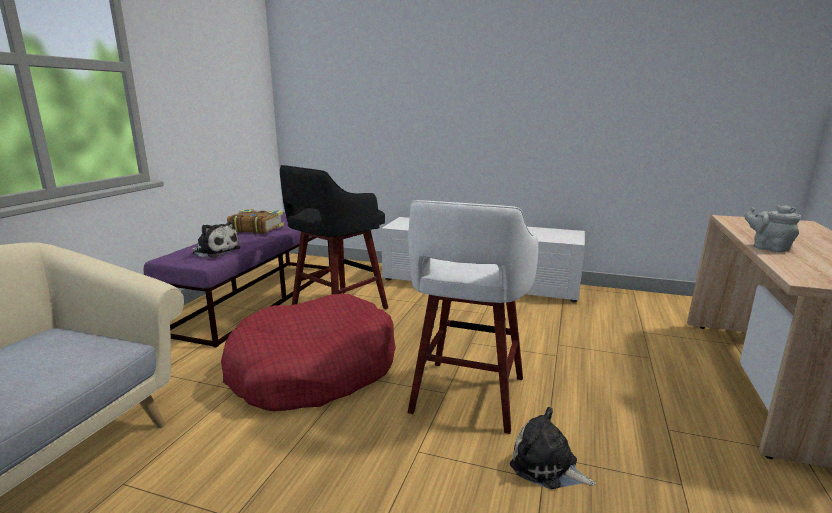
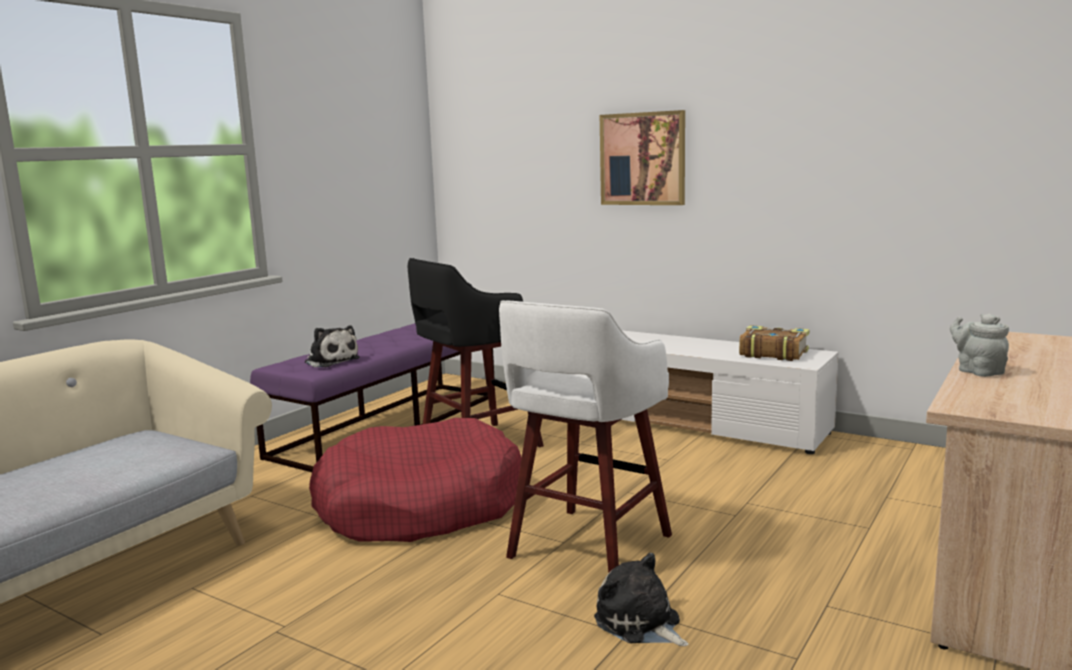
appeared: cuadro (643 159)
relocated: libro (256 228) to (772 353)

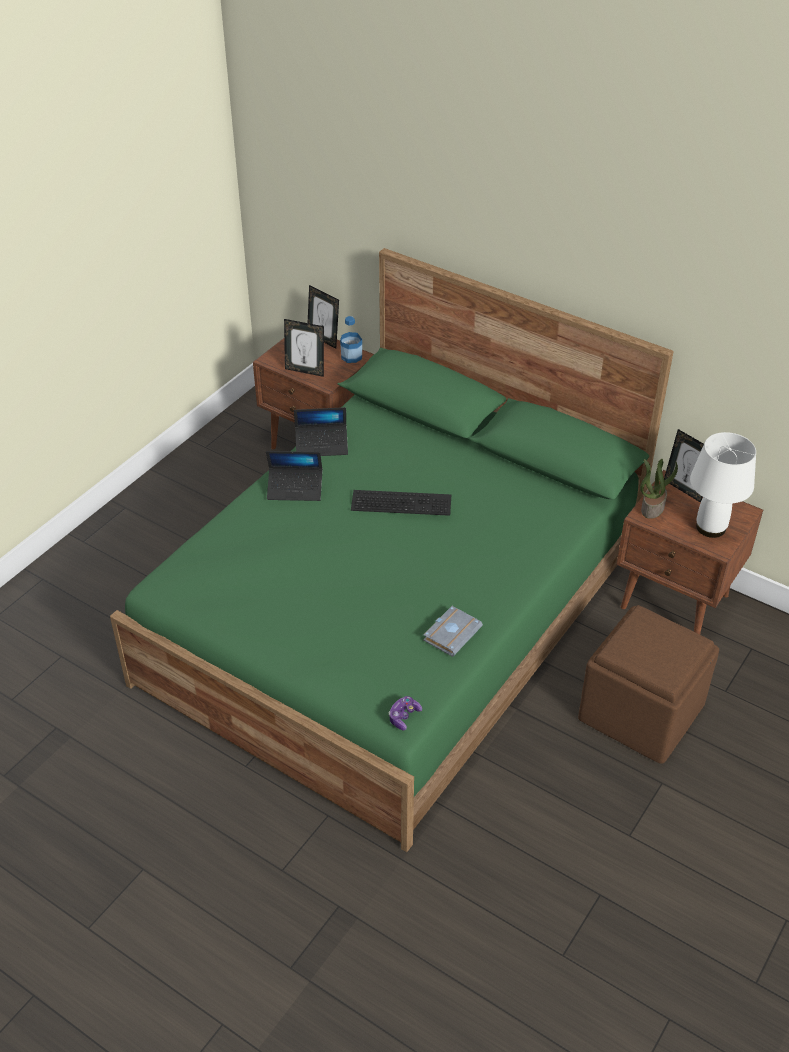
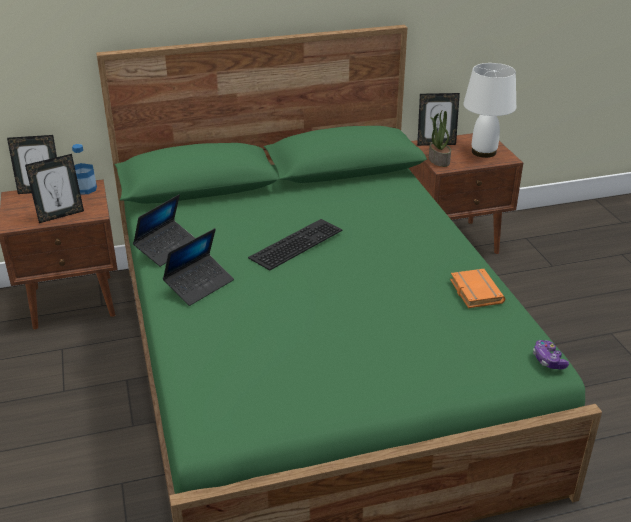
missing: puf [marrón] (642 711)
colour: libro [gris] (451 633) to libro [naranja] (474 291)

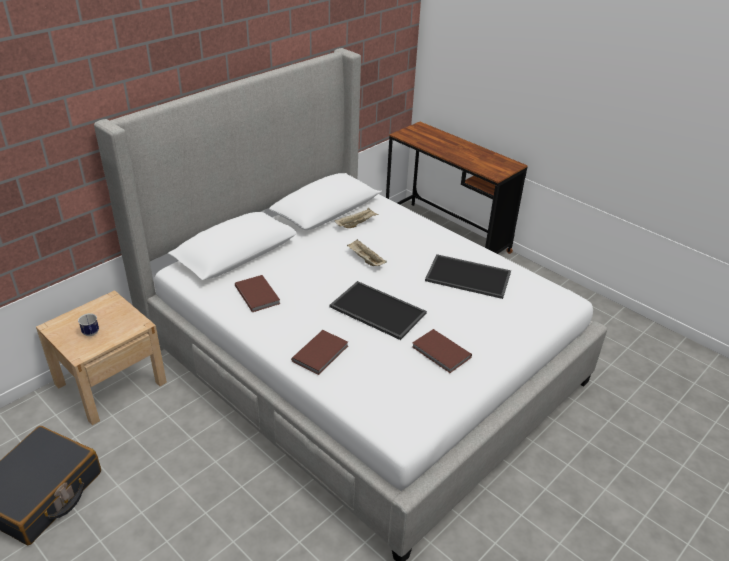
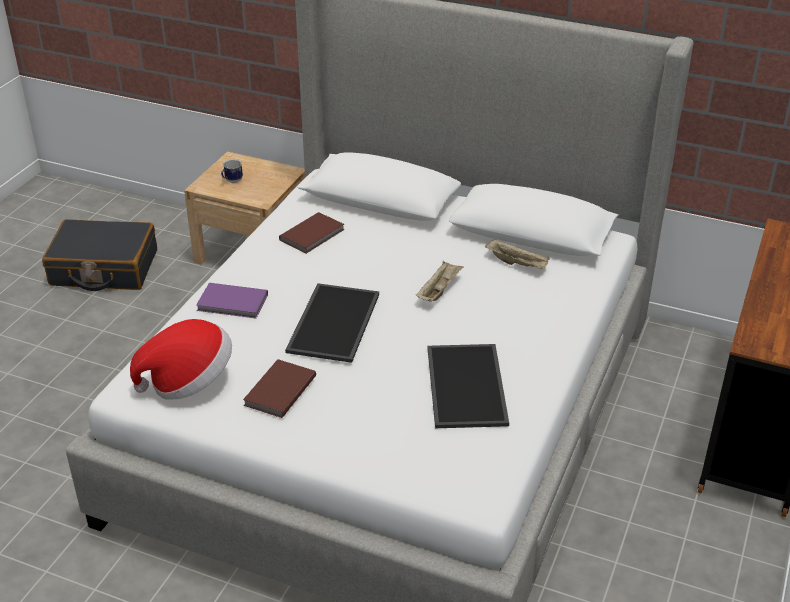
appeared: sombrero (189 381)
colour: libro [marrón] (321 353) to libro [morado] (233 303)

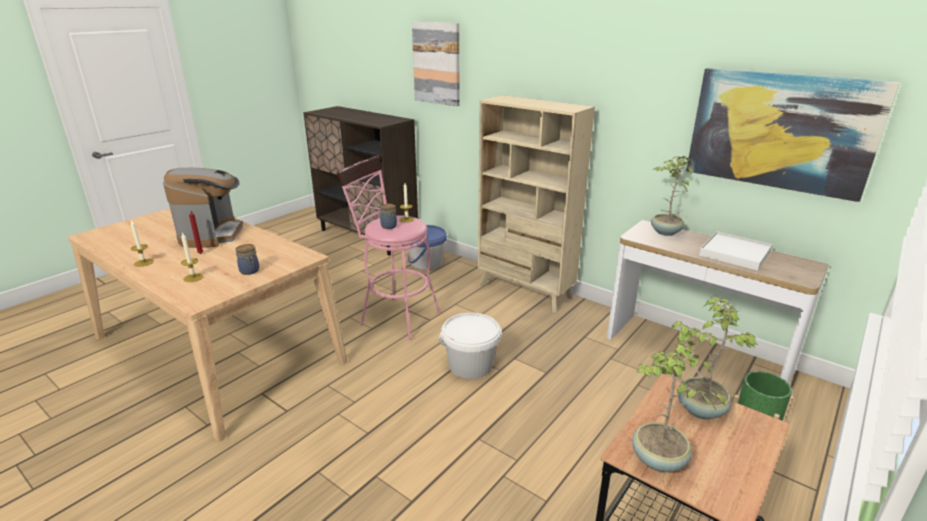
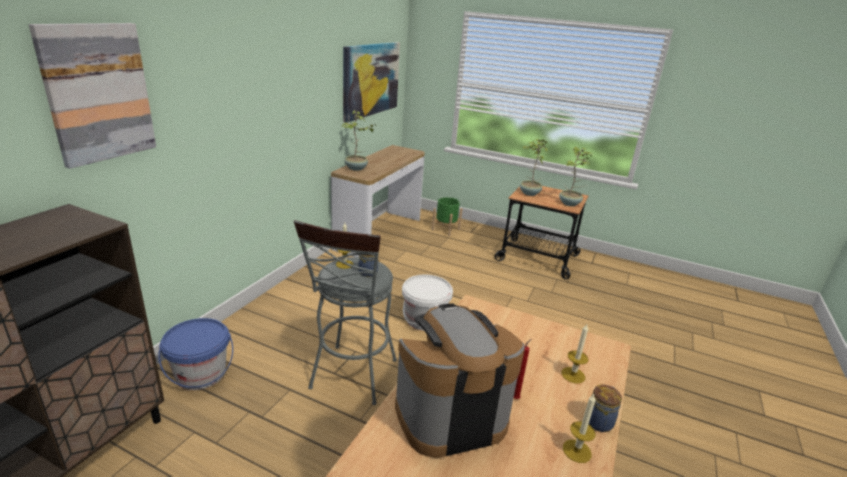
missing: estantería [beis] (525 291); bandeja [blanco] (735 253)
relocated: tarro (250 271) to (599 421)
colour: taburete [rosa] (395 316) to taburete [gris] (351 379)

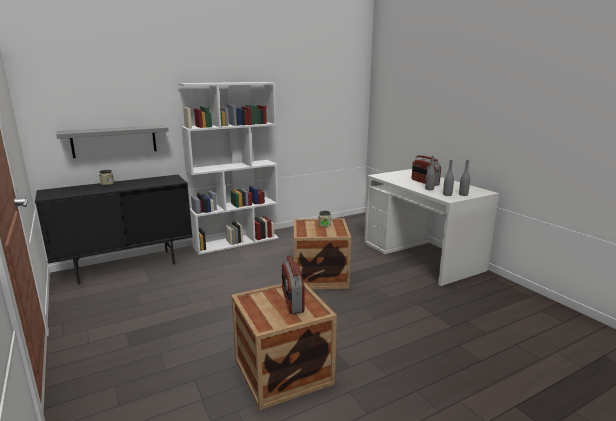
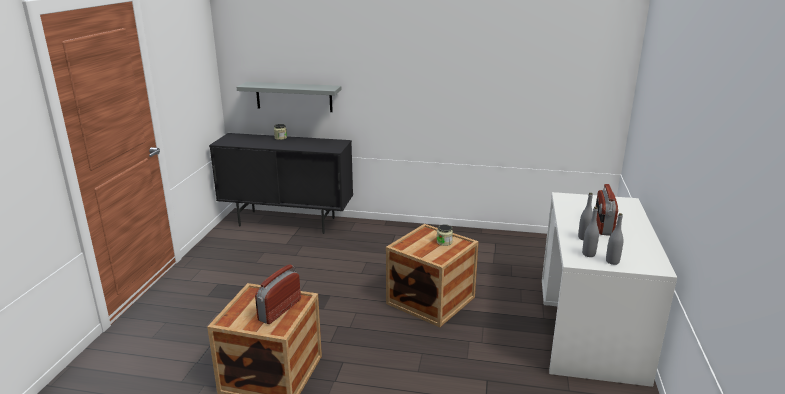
missing: estantería [blanco] (236 242)

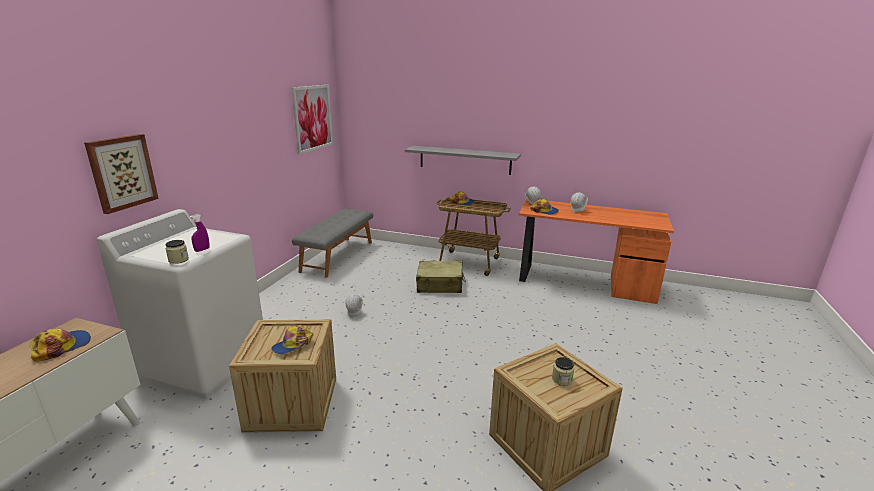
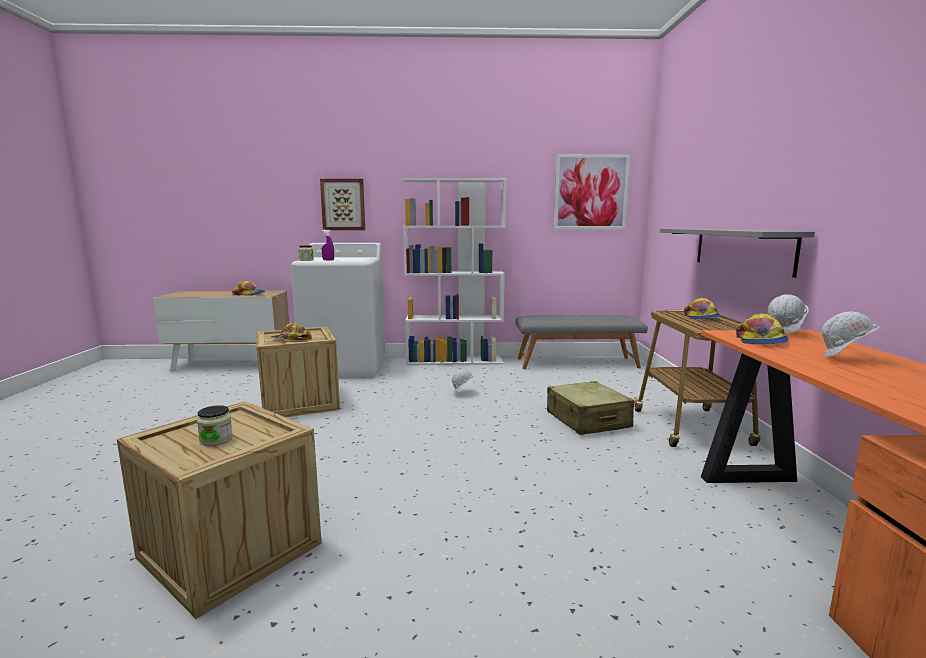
appeared: estantería [blanco] (455 361)

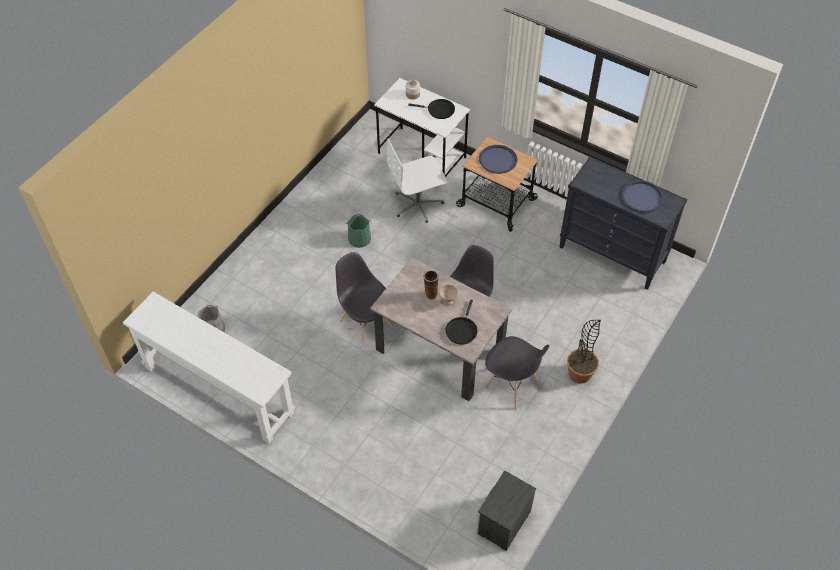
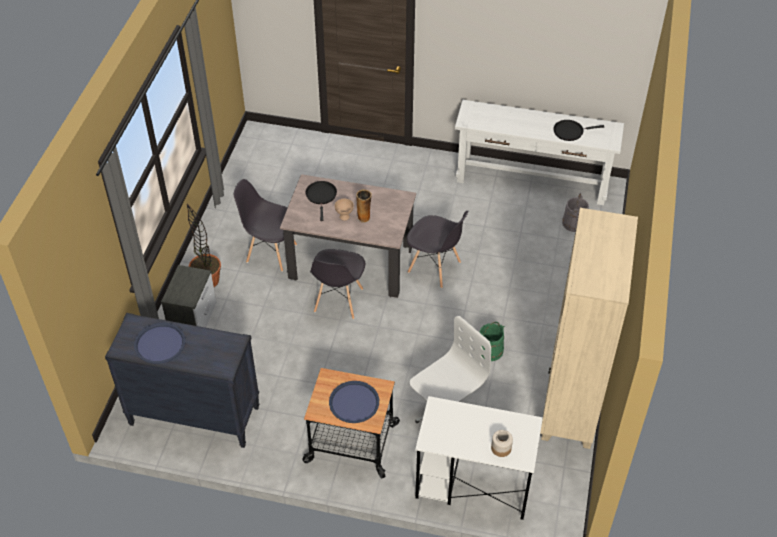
appeared: estantería [beis] (570 404)
relocated: sartén [negro] (439 110) to (570 131); mesita de noche (503 522) to (193 317)

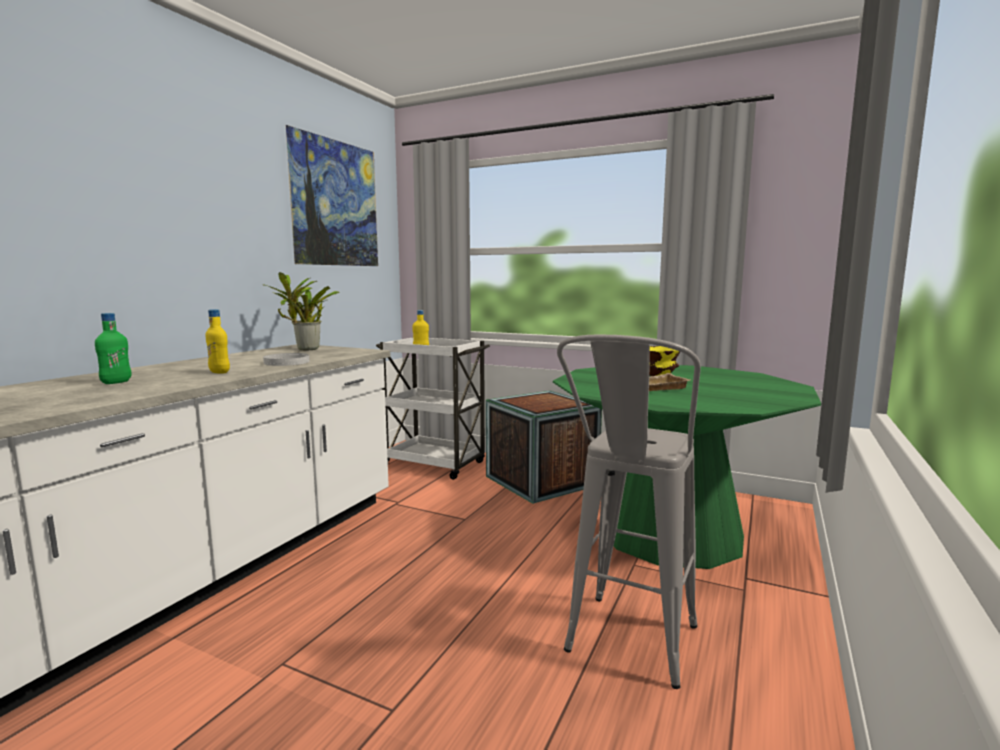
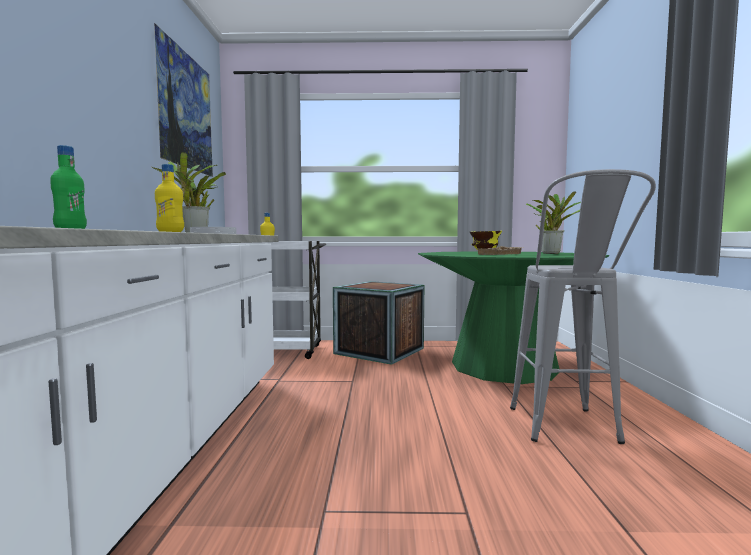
appeared: planta en maceta (551 253)

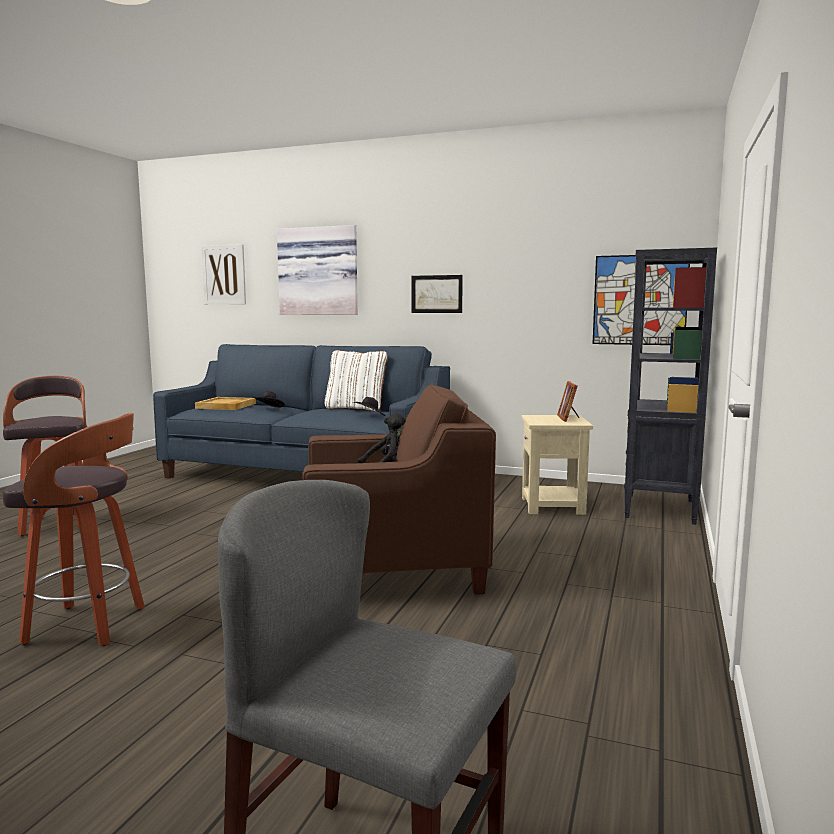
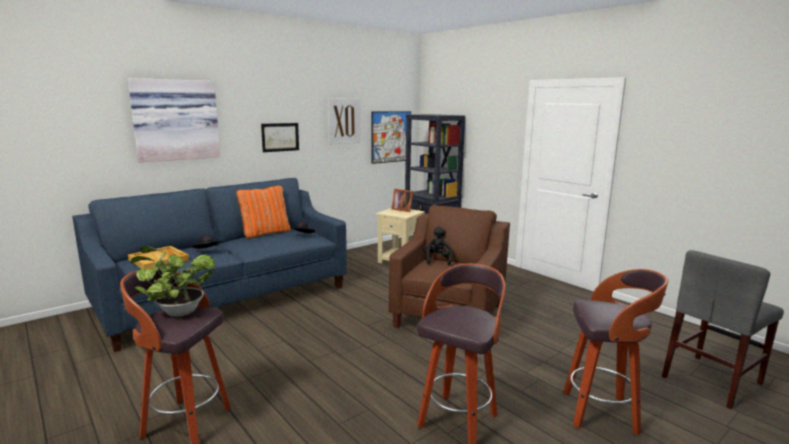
appeared: planta en maceta (177 312); taburete (601 413)
relocated: cuadro (224 275) to (343 121)
colour: cojín [blanco] (356 409) to cojín [naranja] (265 233)

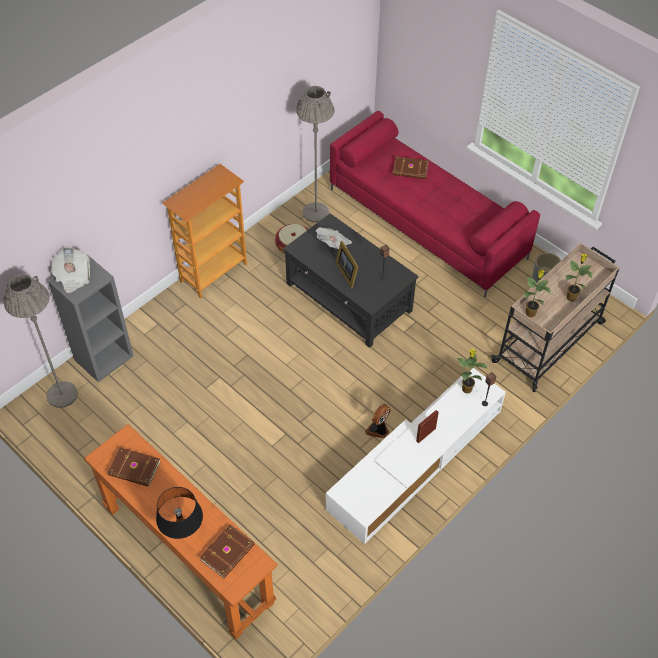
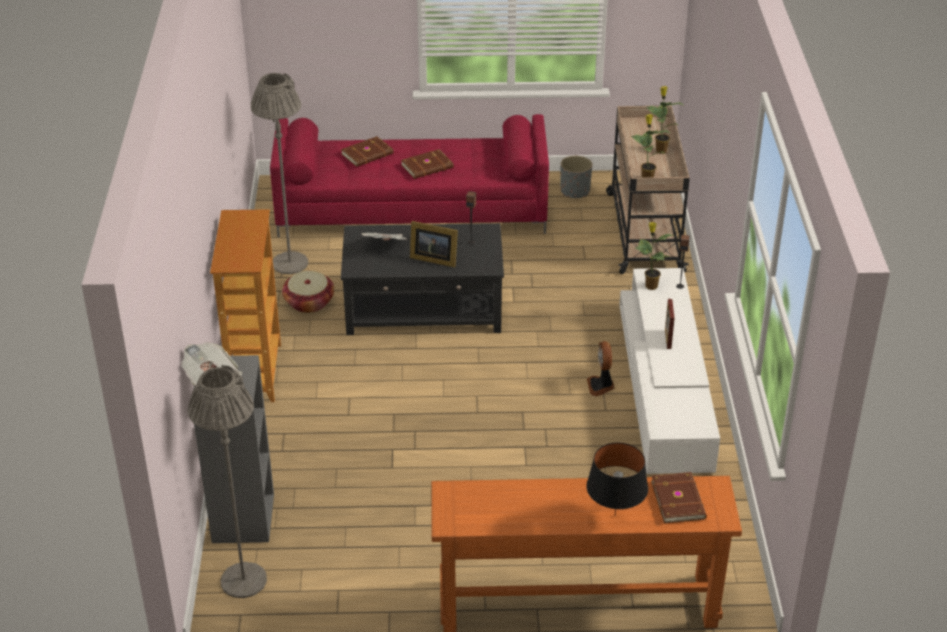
relocated: libro [marrón] (134 469) to (428 167)

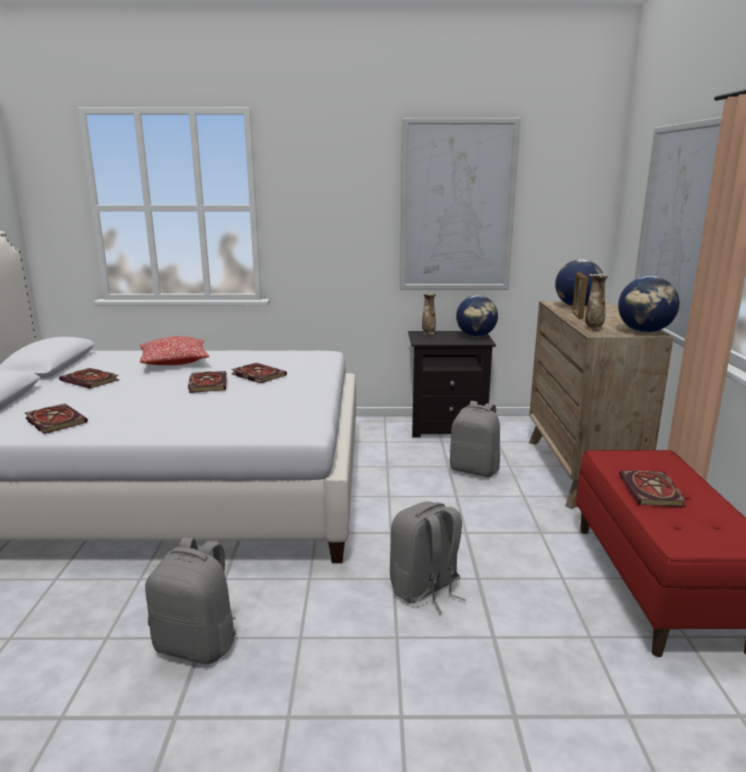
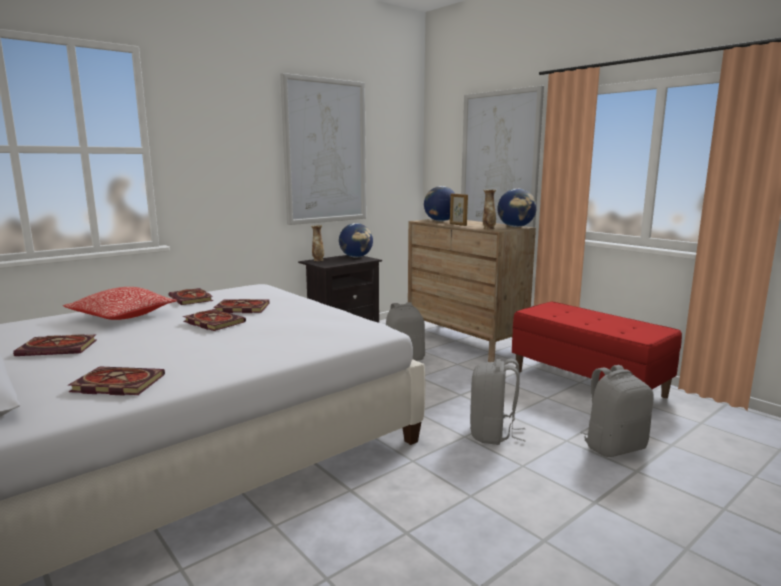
relocated: mochila [gris] (198 644) to (614 447); libro (653 492) to (192 299)

